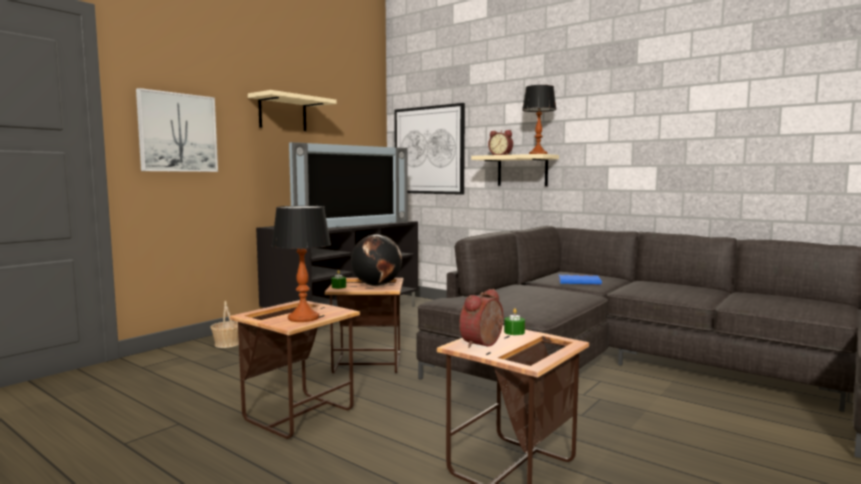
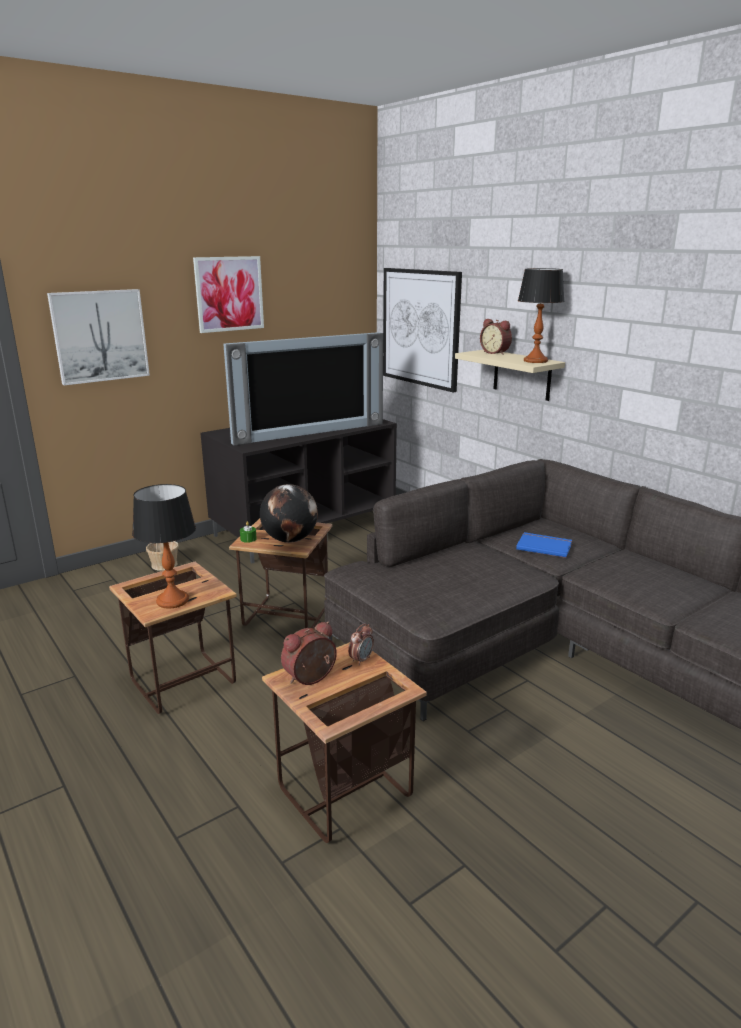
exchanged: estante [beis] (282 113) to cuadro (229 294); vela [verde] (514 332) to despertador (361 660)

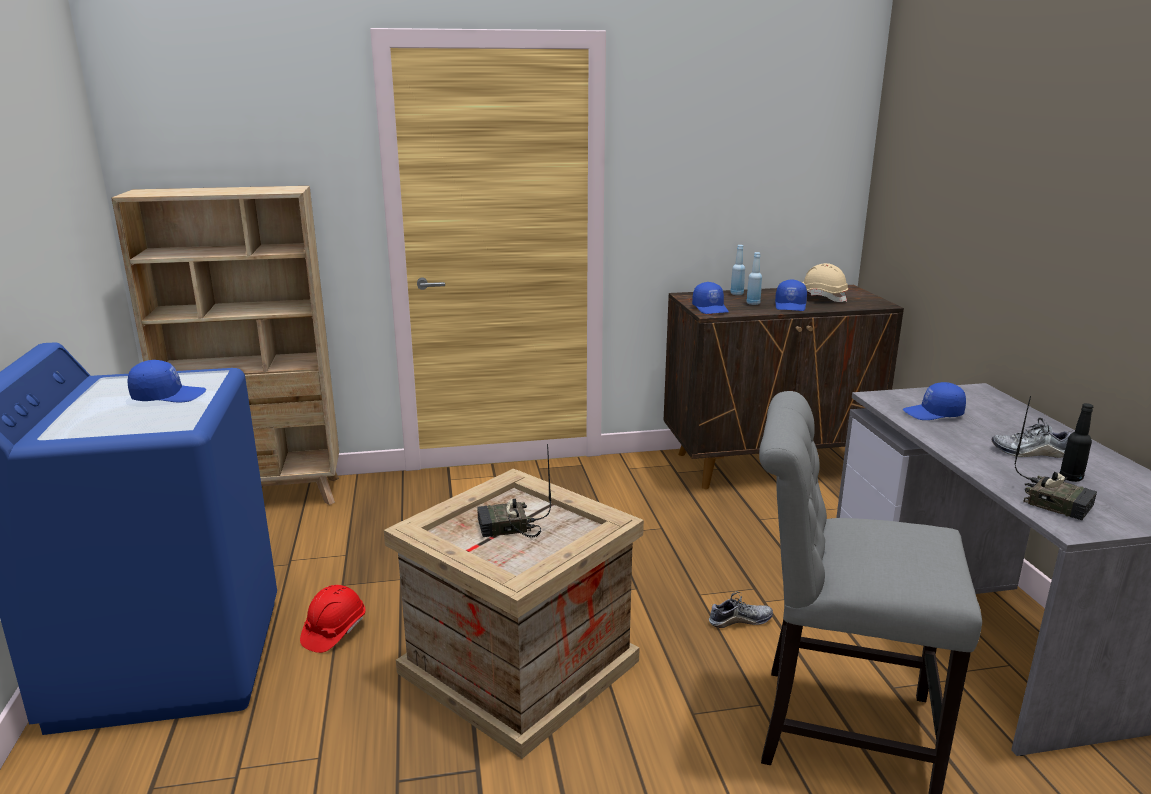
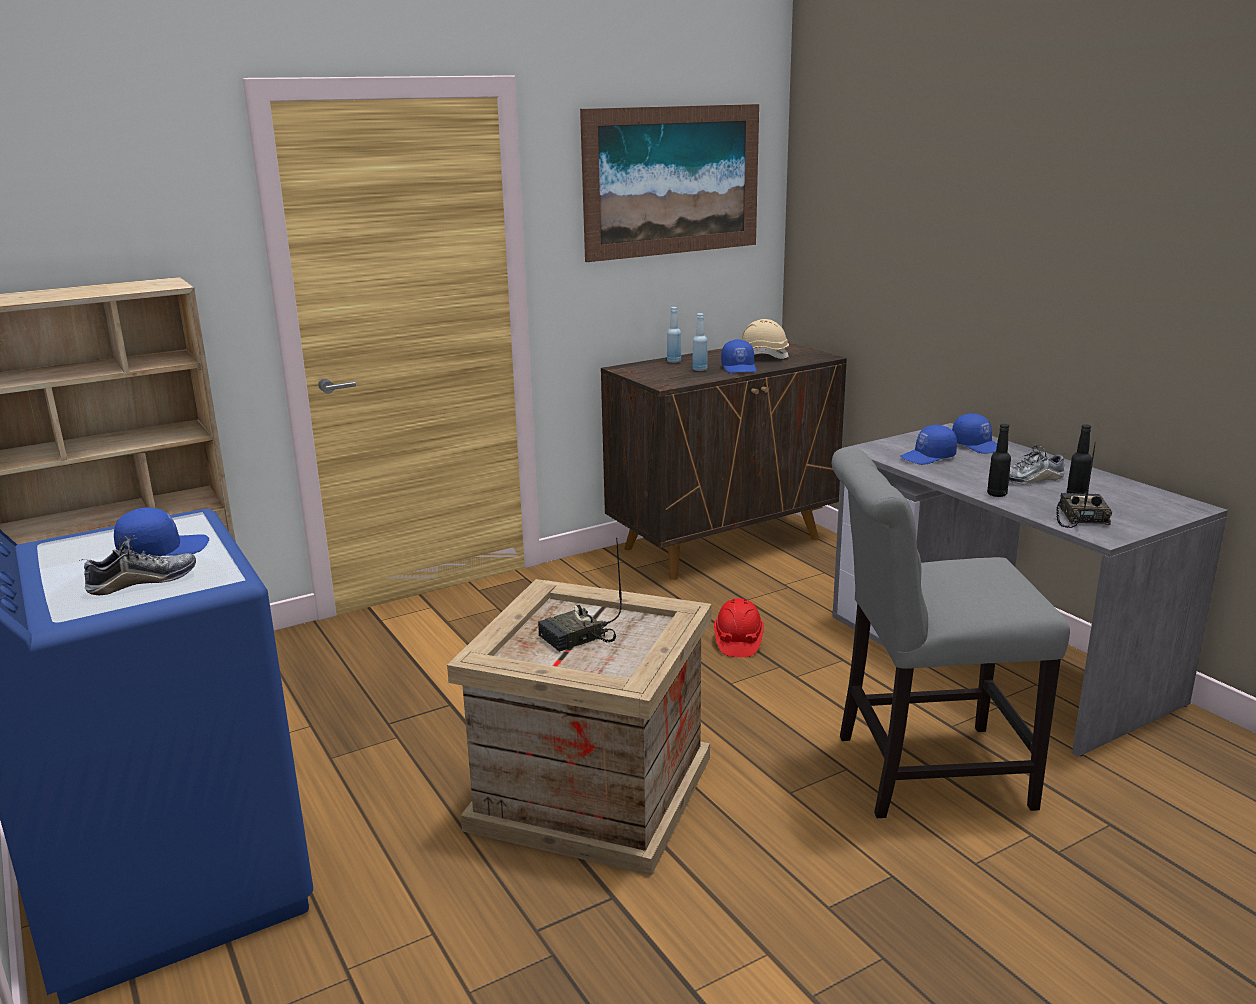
appeared: cuadro (672 181); botella [negro] (996 494)
relocated: casco [rojo] (334 631) to (738 642); gorra [azul] (711 309) to (978 445); zapato (739 620) to (142 582)
spun: radio (1056 502) = (1079 517) 105 degrees counterclockwise

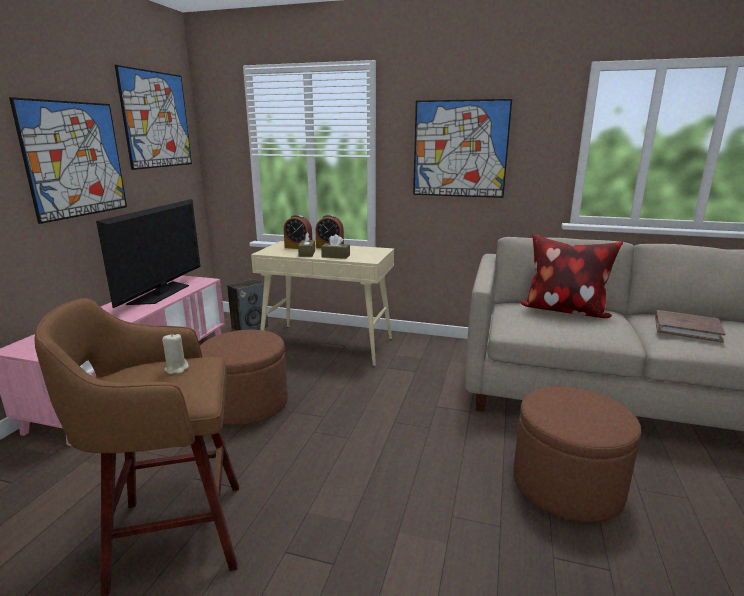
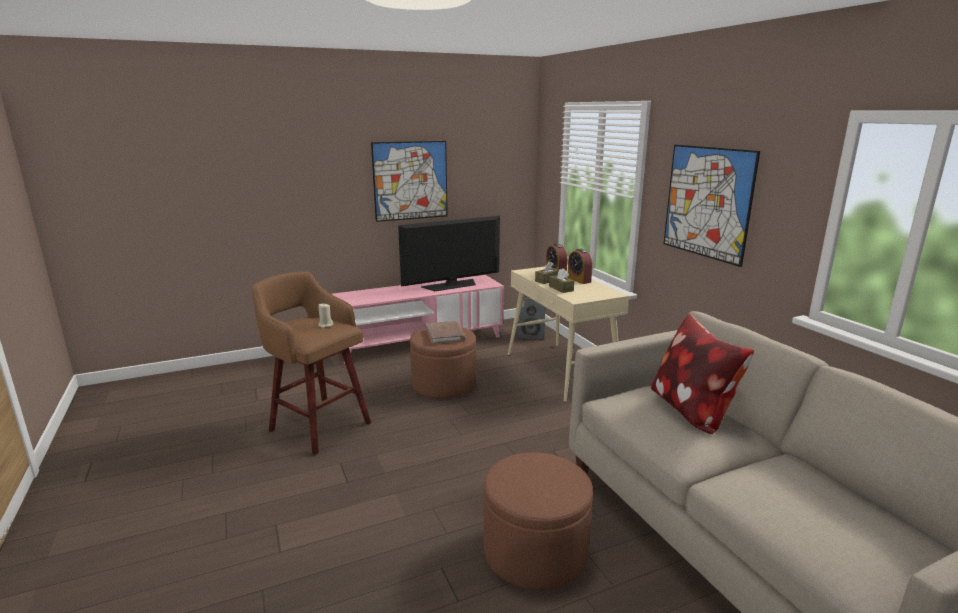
missing: cuadro (156 120)
relocated: libro [marrón] (687 329) to (445 335)

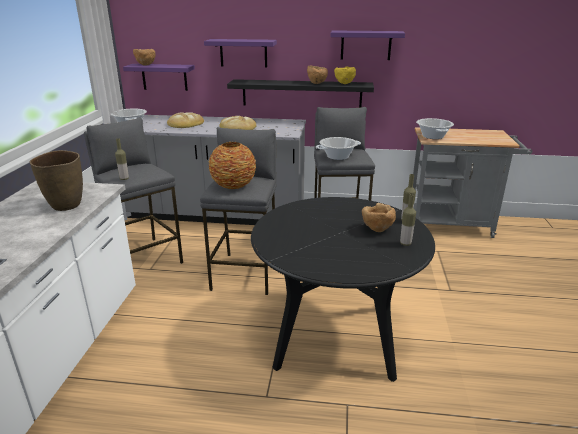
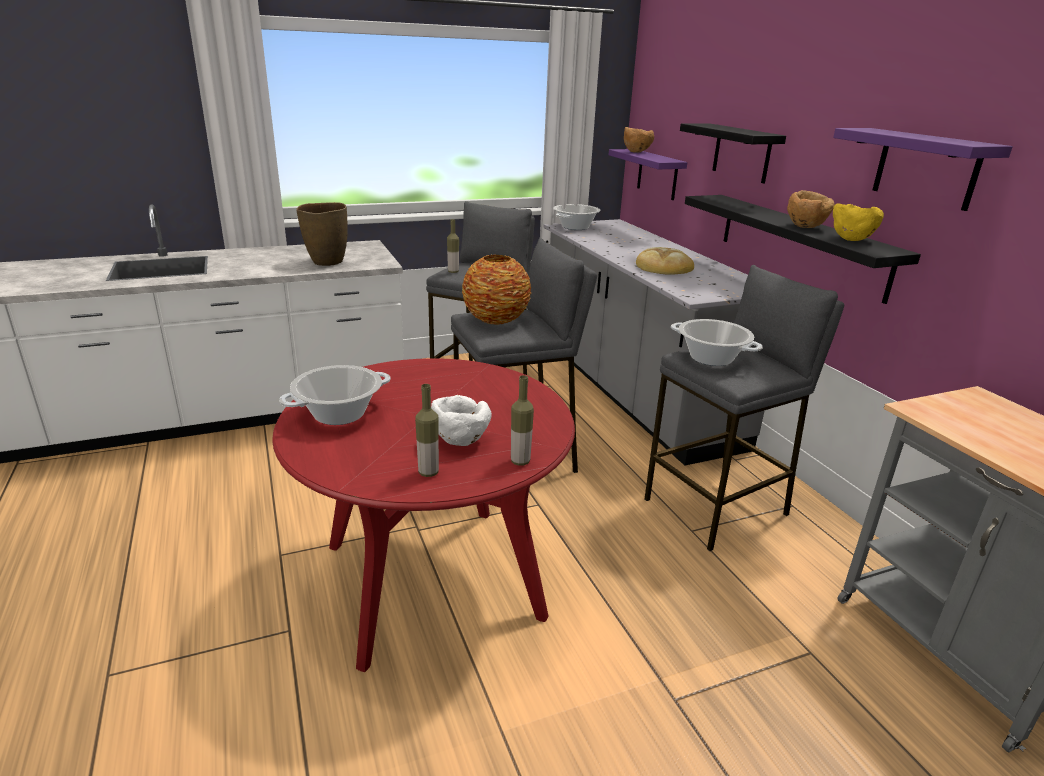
missing: pan (185 124)
relocated: olla (433 136) to (339 414)
colour: estante [morado] (243 53) to estante [negro] (741 153); mesa de comedor [negro] (335 335) to mesa de comedor [rojo] (432 580); cuenco [marrón] (376 229) to cuenco [blanco] (460 441)

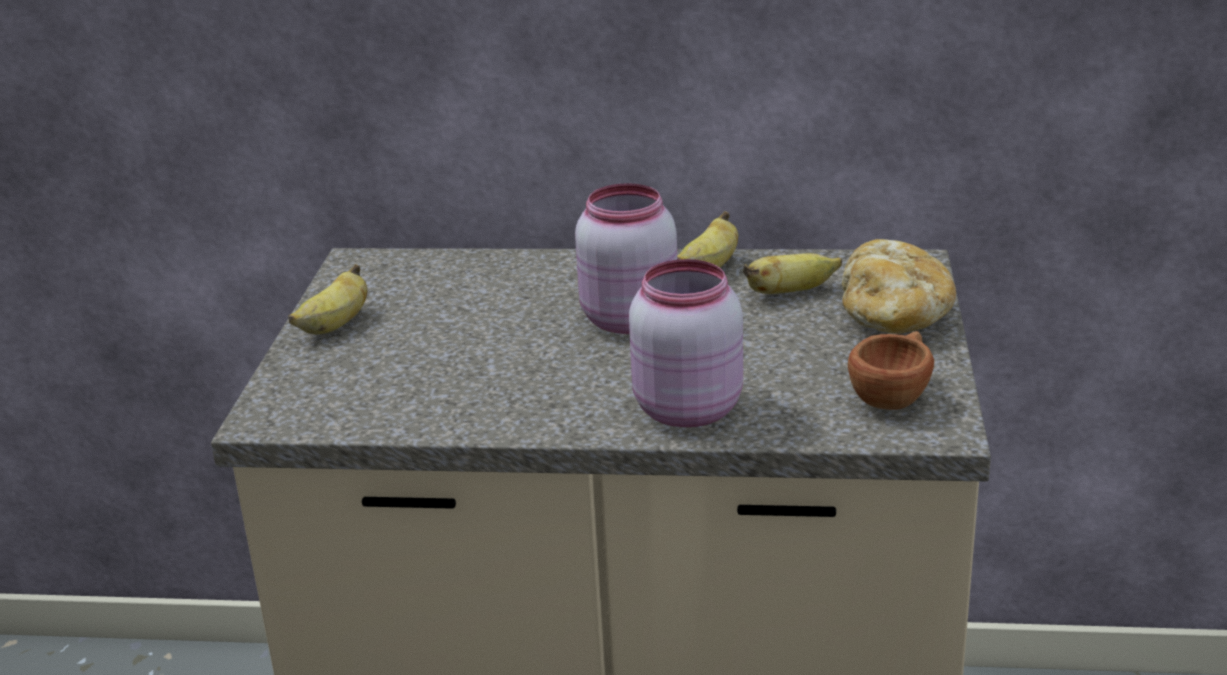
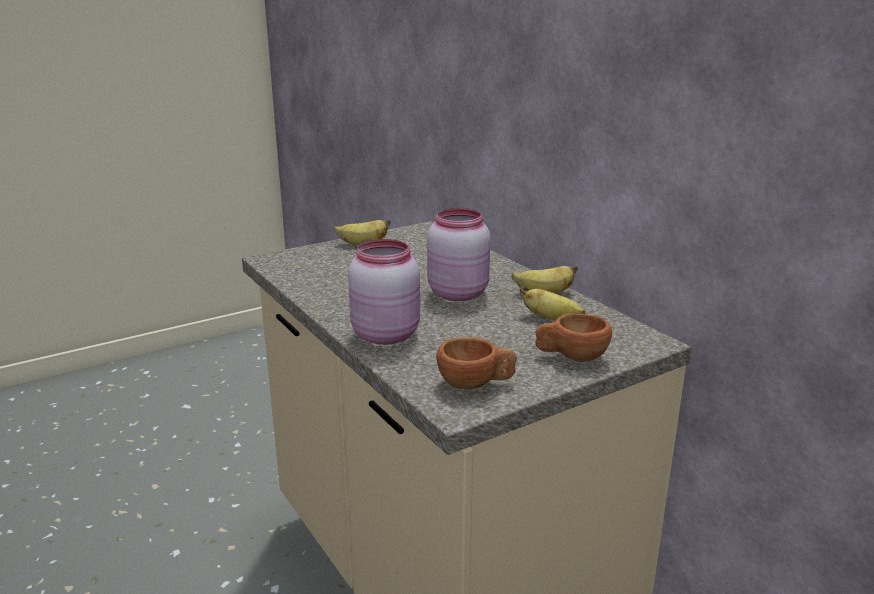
exchanged: pan (894 318) to taza [marrón] (571 356)

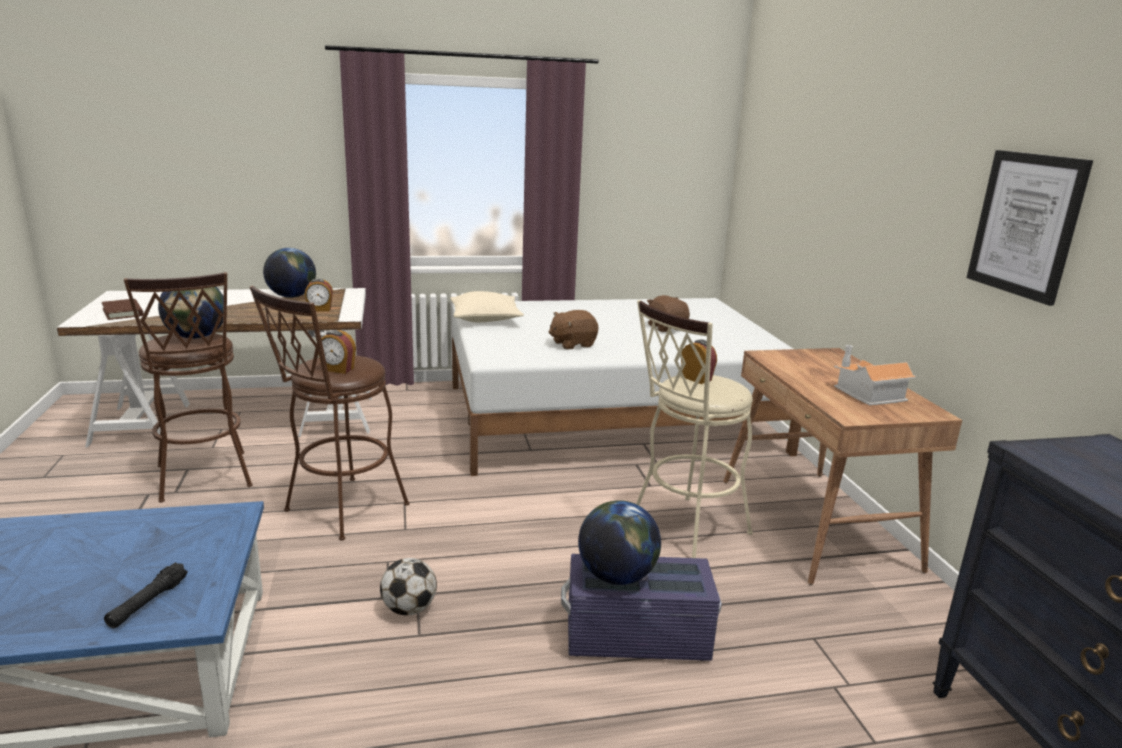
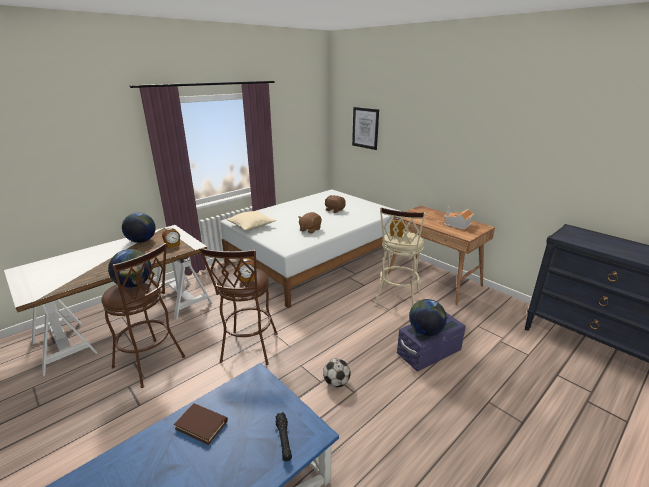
relocated: libro [marrón] (123 312) to (201 425); cuadro (1026 224) to (365 128)

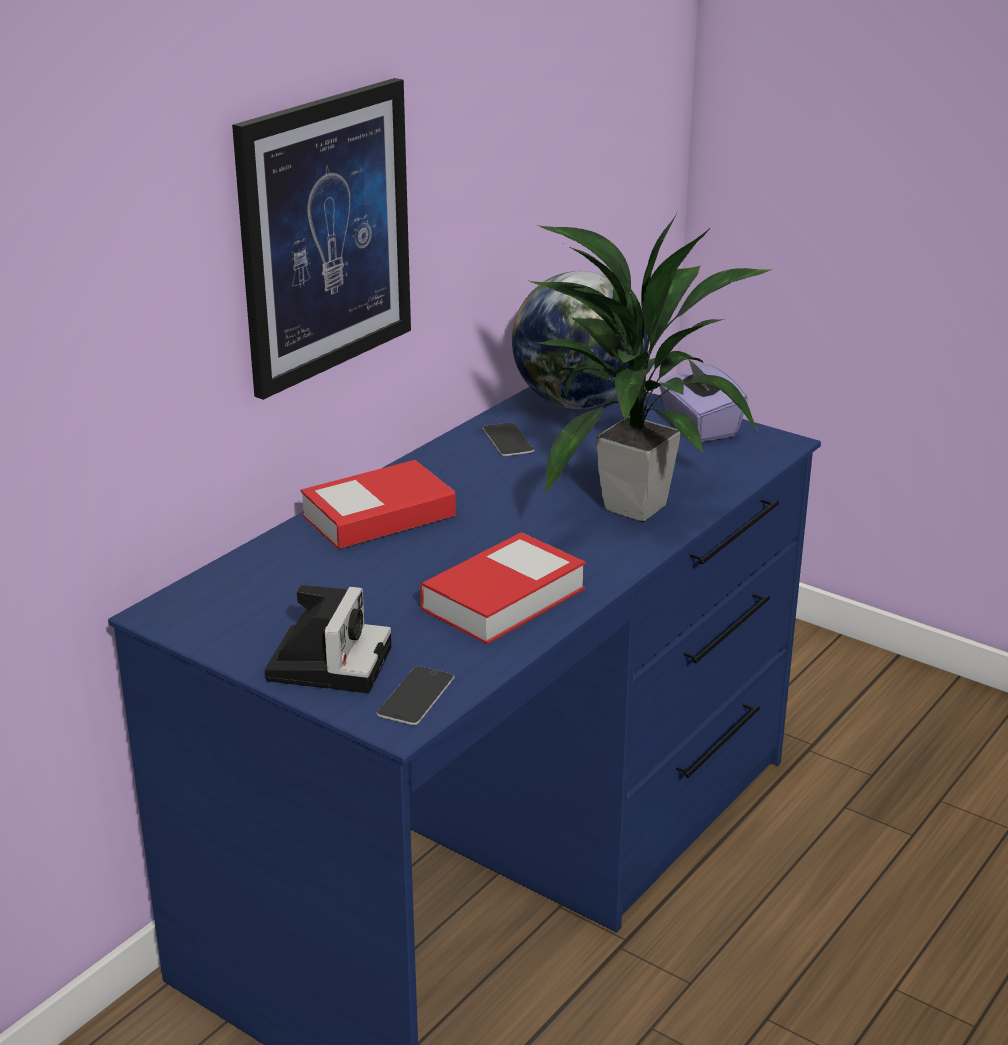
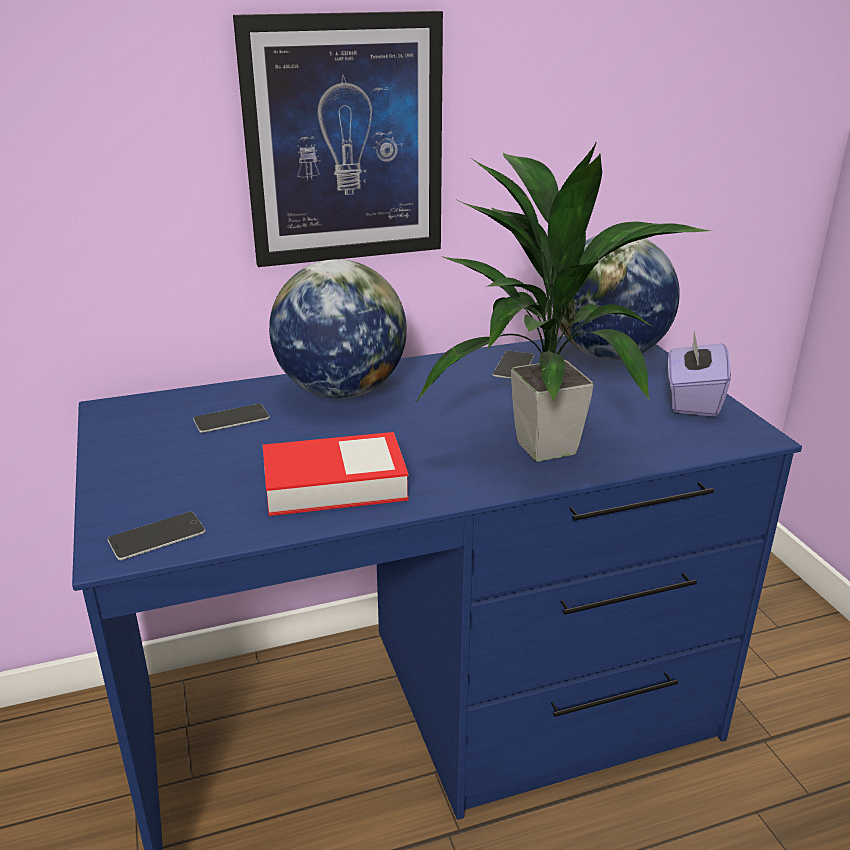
missing: cámara (329 661)
appeared: móvil (231 419)
exchanged: libro (379 516) to globo terráqueo (341 391)

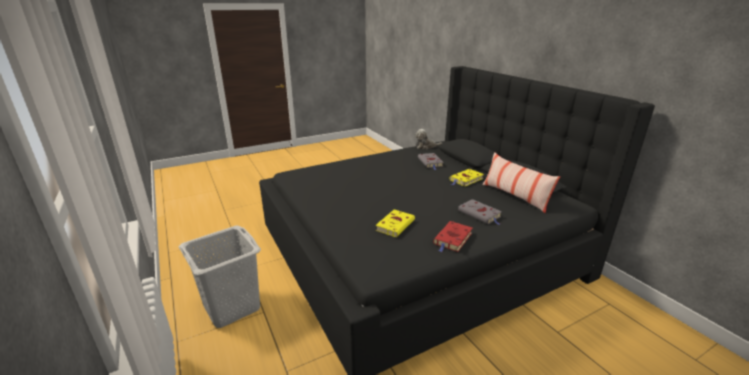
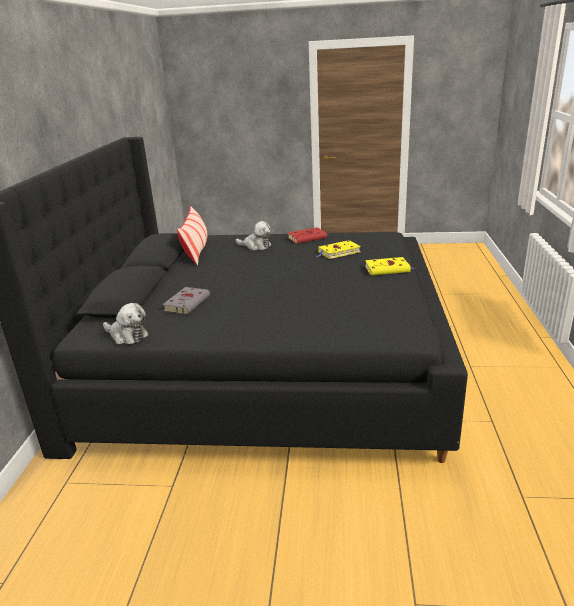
missing: cesto de la ropa [gris] (231 307)
relocated: libro [amarillo] (466 180) to (388 269)
exchanged: libro [gris] (480 214) to peluche (256 246)

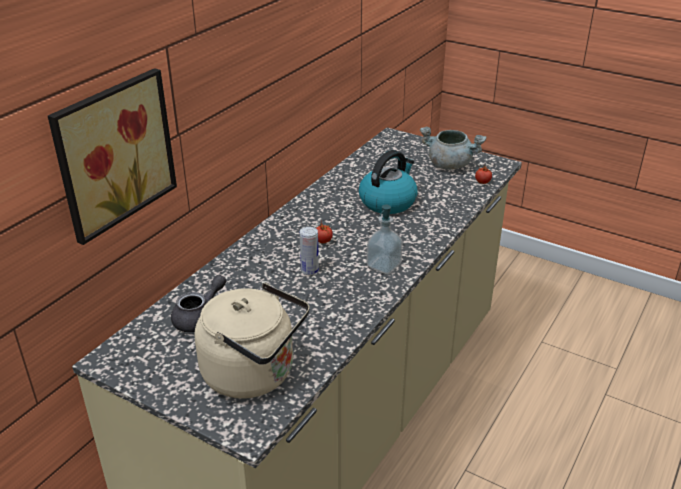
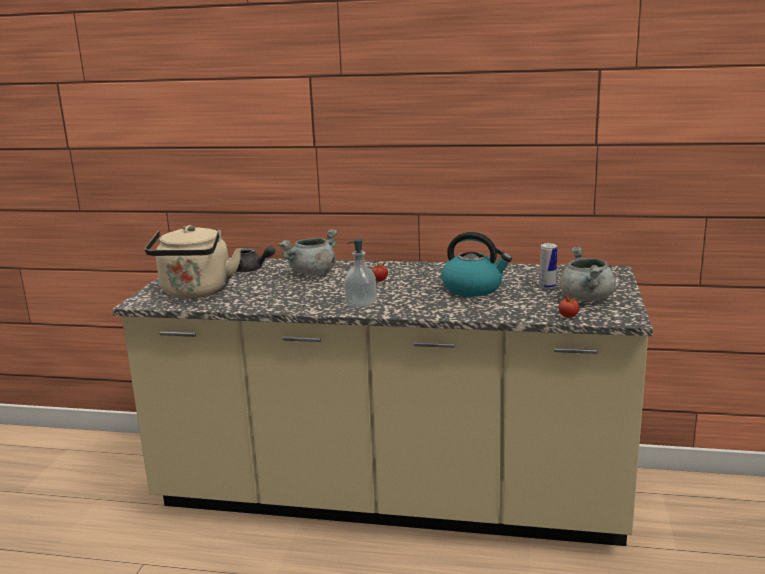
missing: cuadro (111 152)
appeared: olla [gris] (312 273)
relocated: lata (309 271) to (547 287)

